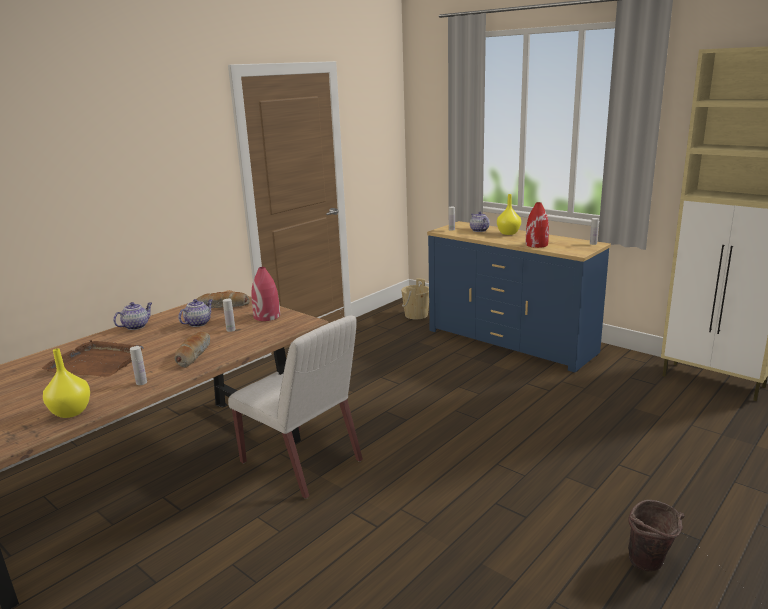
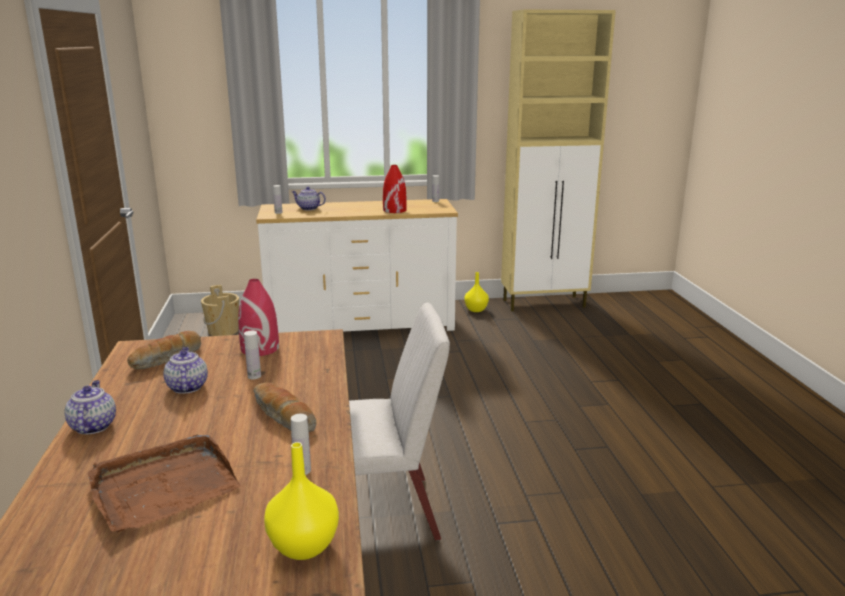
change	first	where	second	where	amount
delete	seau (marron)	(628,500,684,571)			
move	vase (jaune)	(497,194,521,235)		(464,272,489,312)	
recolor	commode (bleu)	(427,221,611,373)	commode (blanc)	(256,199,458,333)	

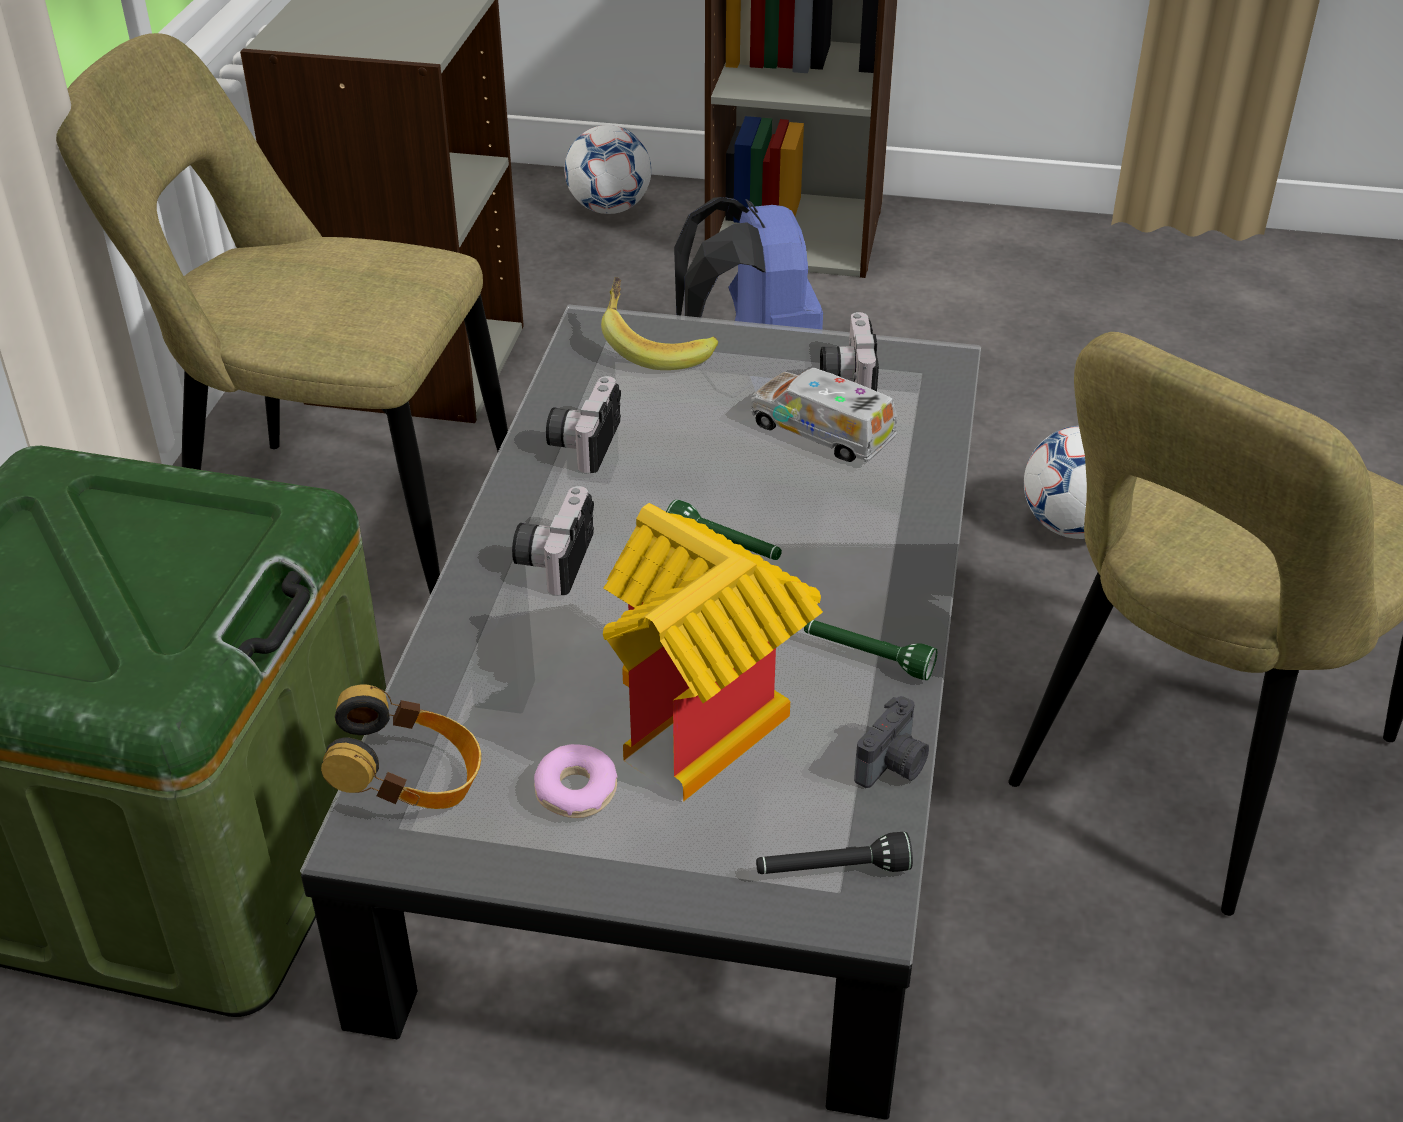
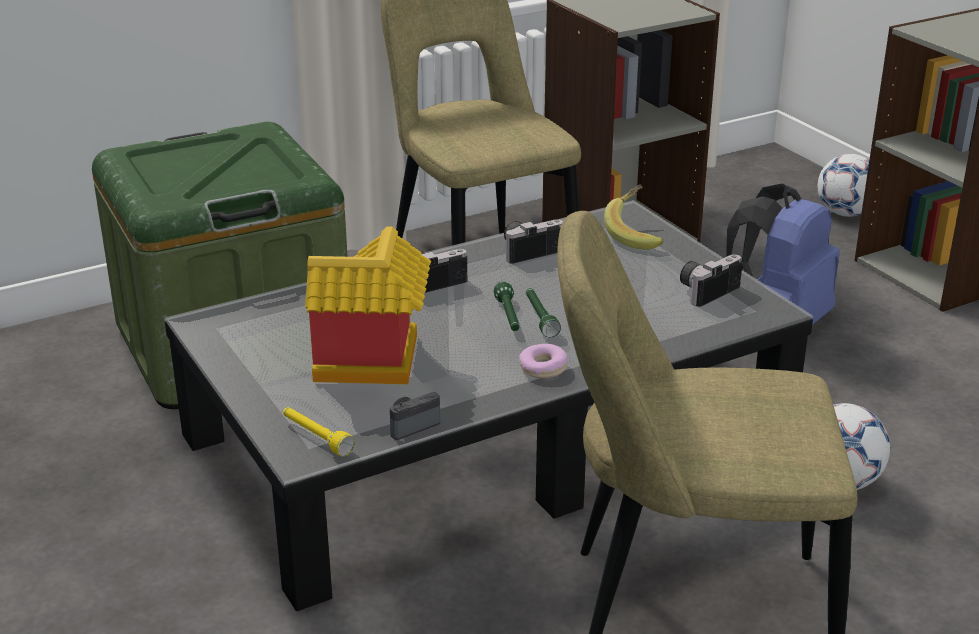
change	first	where	second	where	amount
delete	casque audio	(321,684,481,809)			
delete	camion jouet	(751,368,897,462)			
move	beignet	(534,744,617,818)		(519,344,568,378)	
move	lampe de poche (vert)	(804,620,938,680)		(526,288,561,337)	
recolor	lampe de poche (noir)	(756,832,913,874)	lampe de poche (jaune)	(283,407,355,457)	
rotate	appareil photo	(854,696,929,788)		(390,392,440,440)	150 degrees clockwise

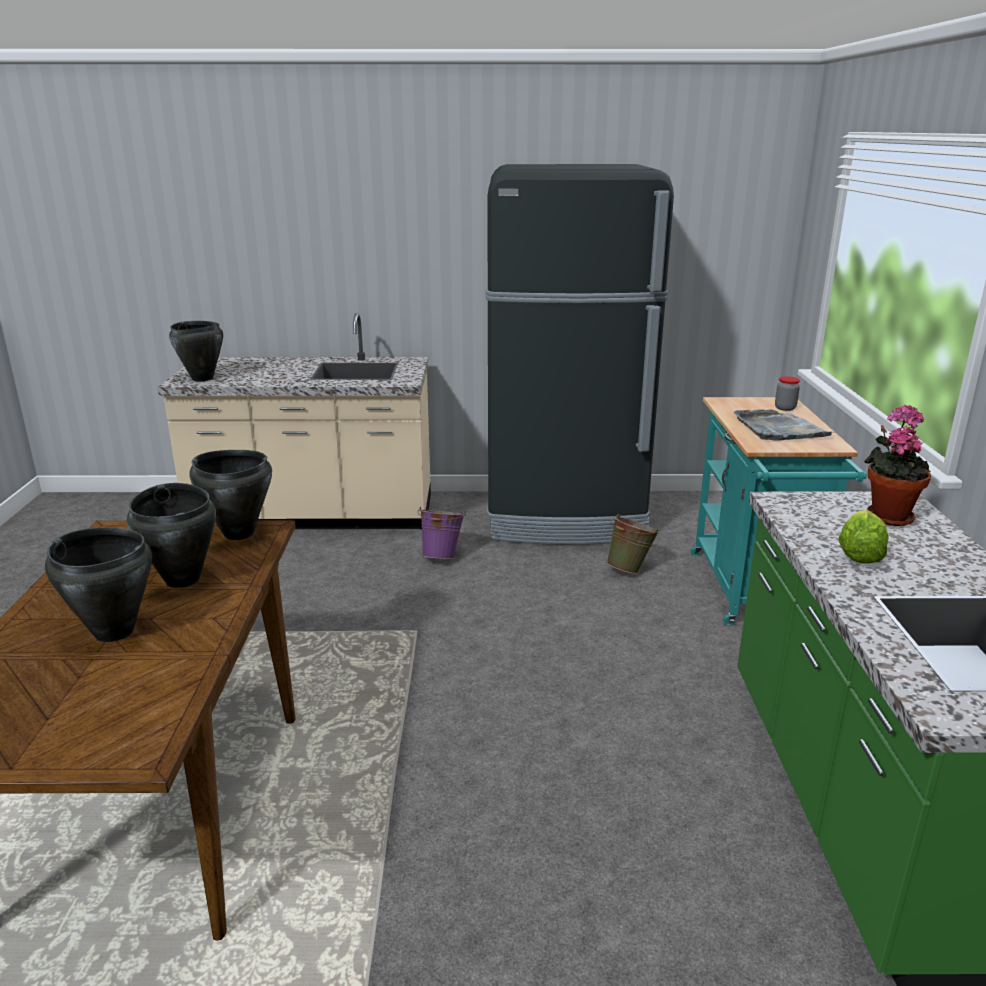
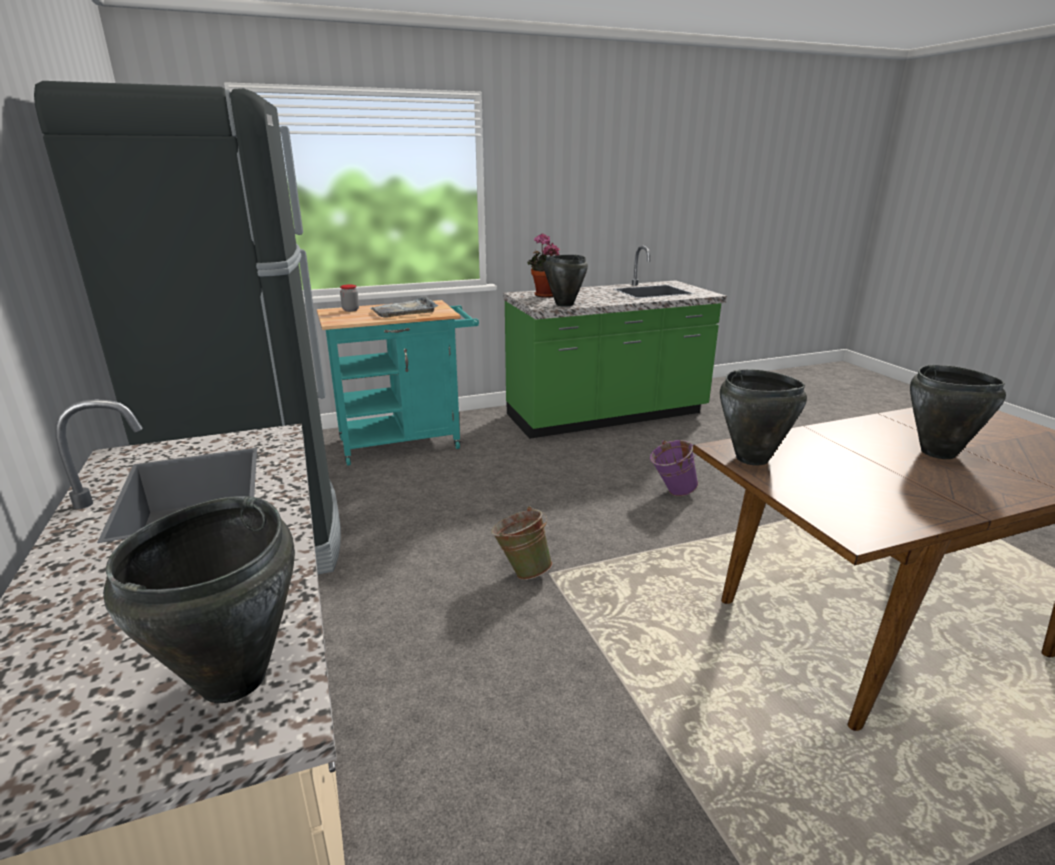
change	first	where	second	where	amount
delete	laitue	(839,510,888,563)			
move	marmite (noir)	(127,483,216,588)		(544,255,588,307)	
move	seau (violet)	(418,507,466,559)		(650,440,699,496)	
move	seau (vert)	(607,514,659,574)		(491,506,553,580)	

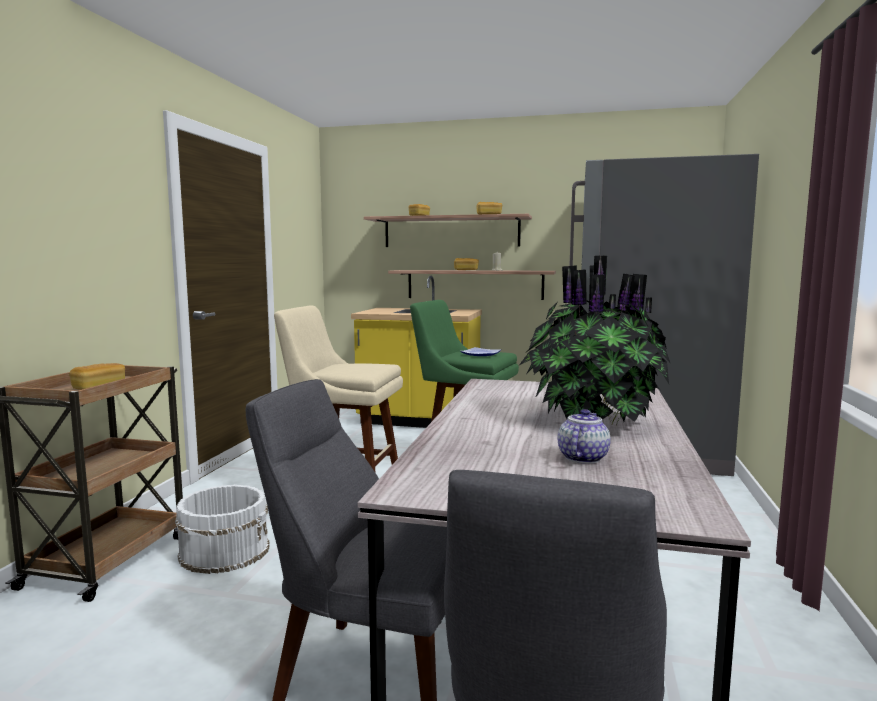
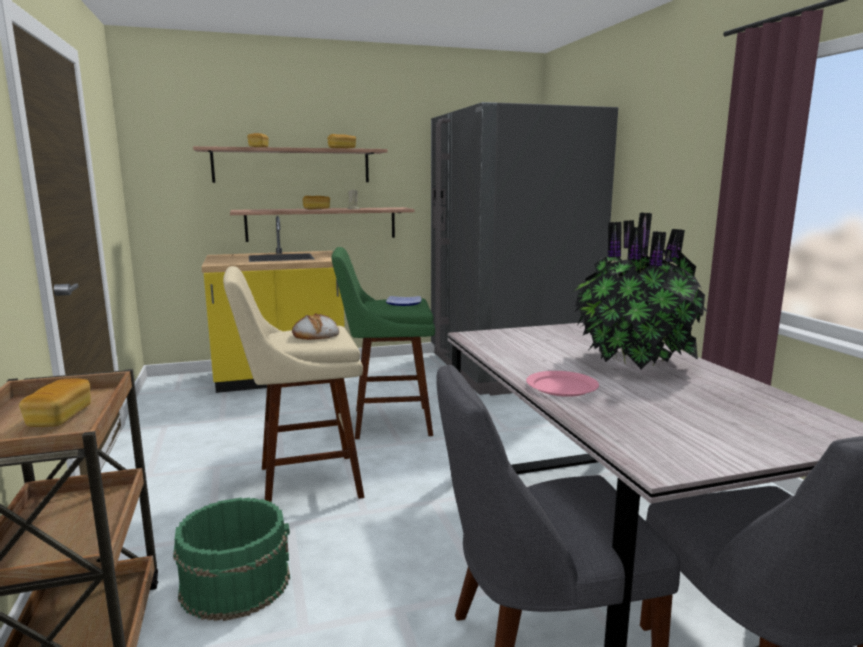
change	first	where	second	where	amount
delete	théière	(558,409,611,464)			
insert			pain	(292,313,339,340)	
insert			assiette (rose)	(526,371,599,397)	
recolor	seau (blanc)	(175,485,269,574)	seau (vert)	(173,497,290,621)	

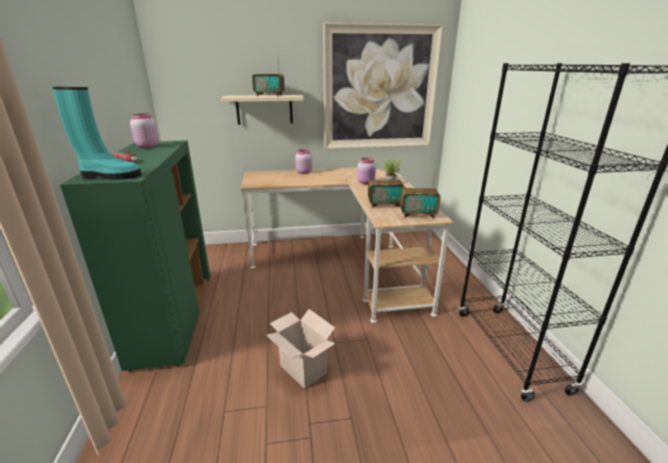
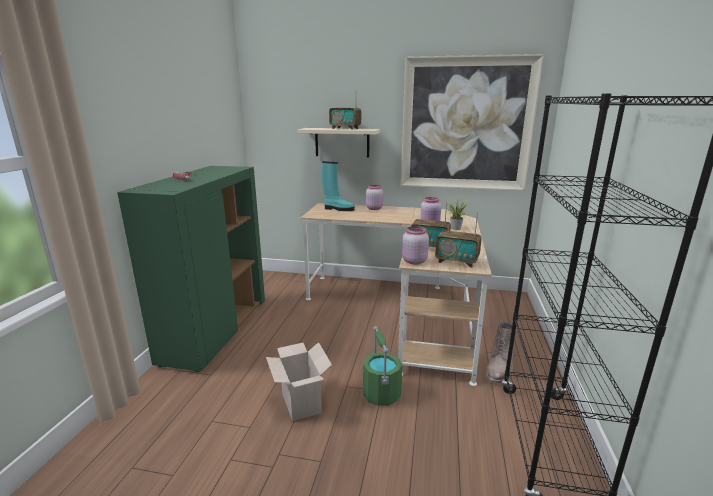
change	first	where	second	where	amount
insert			seau (vert)	(363,326,403,406)	
insert			botte (marron)	(486,322,514,383)	
move	botte (turquoise)	(52,87,142,180)		(322,161,354,211)	
move	bocal (rose)	(130,114,159,148)		(402,226,429,265)	

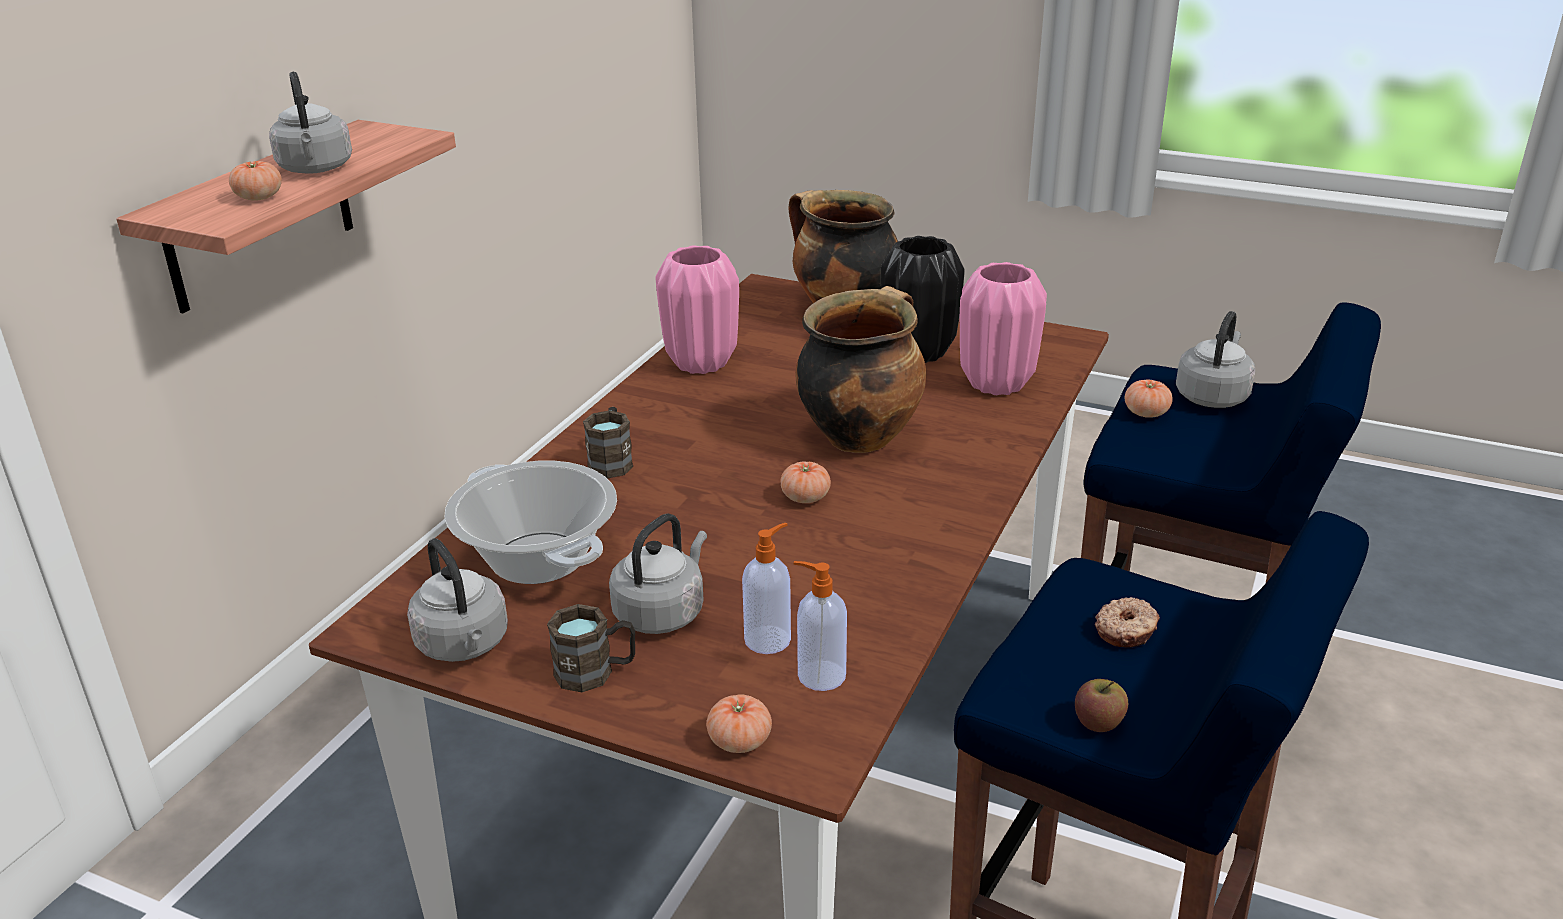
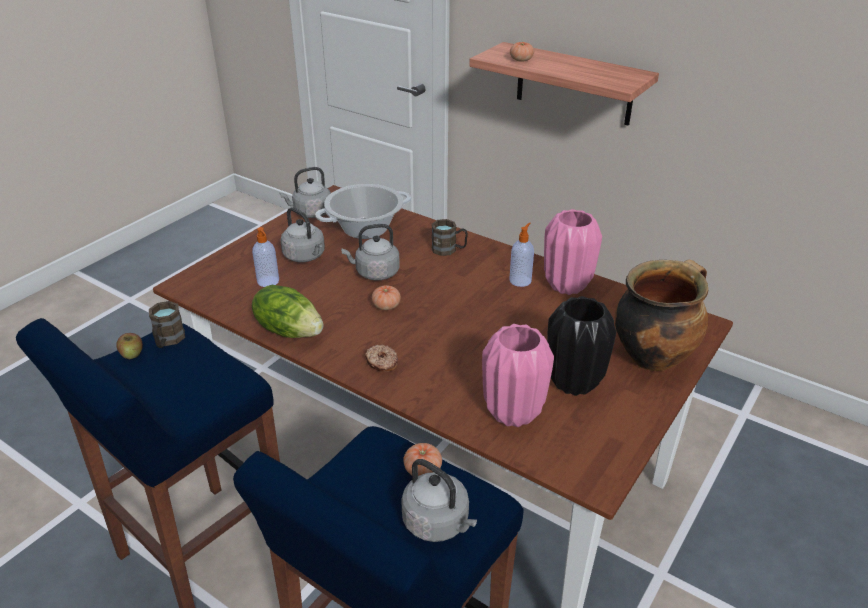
change	first	where	second	where	amount
delete	tomate	(706,694,772,753)			
delete	marmite	(795,286,926,453)			
insert			laitue	(252,285,323,338)	
move	bouilloire (gris)	(269,72,352,174)		(341,224,400,280)	
move	mug (marron)	(547,604,635,692)		(149,301,185,348)	
move	distributeur de savon	(793,561,847,691)		(509,223,534,287)	
move	beignet	(1095,597,1160,648)		(365,345,398,372)	

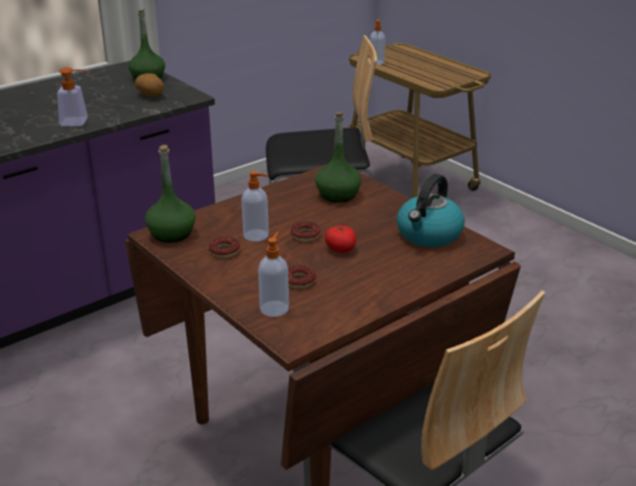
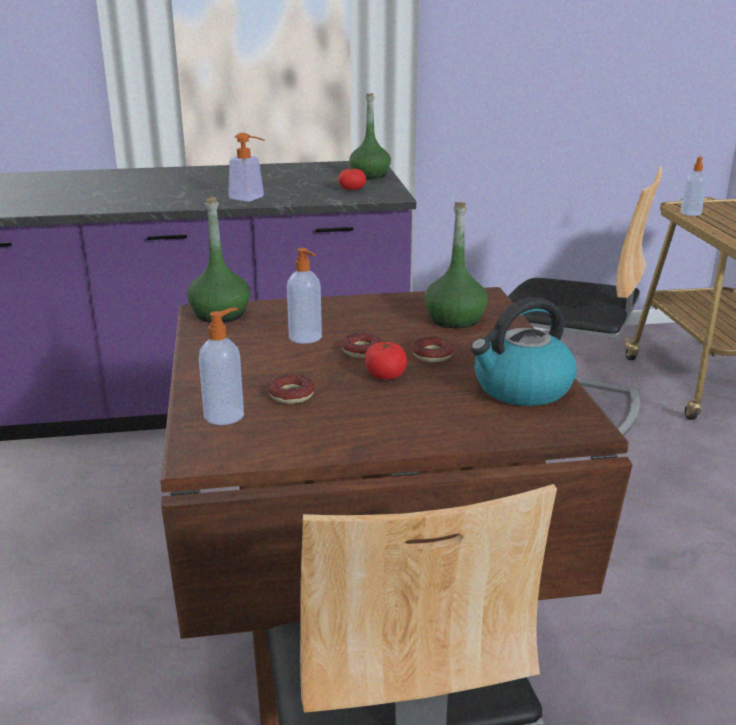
change	first	where	second	where	amount
move	beignet	(209,237,240,258)		(412,337,454,362)	
replace	pomme de terre	(135,73,164,97)	tomate	(338,168,366,190)	

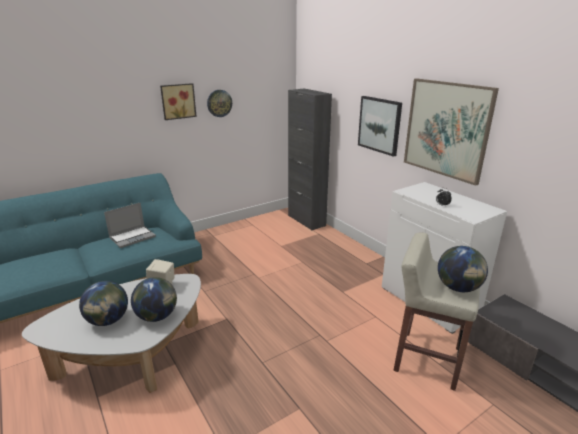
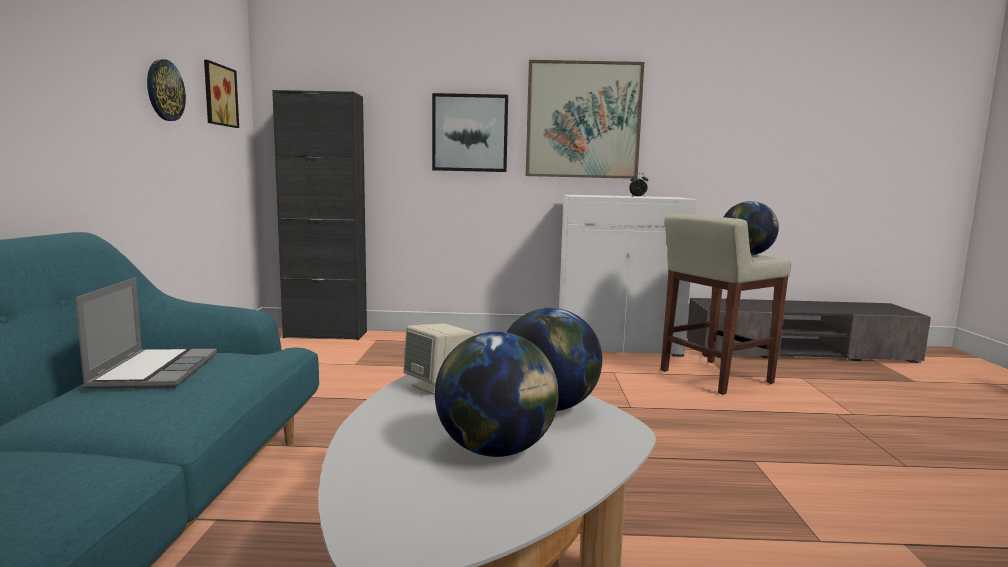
change	first	where	second	where	amount
move	tableau	(160,83,197,120)		(204,60,239,128)	

